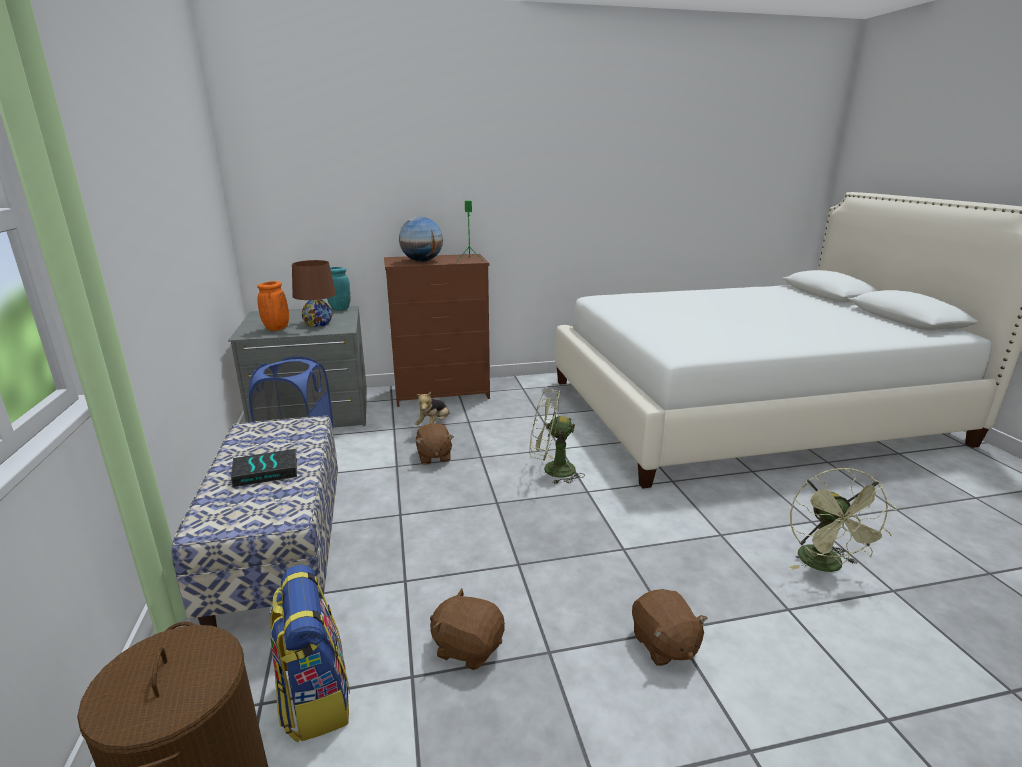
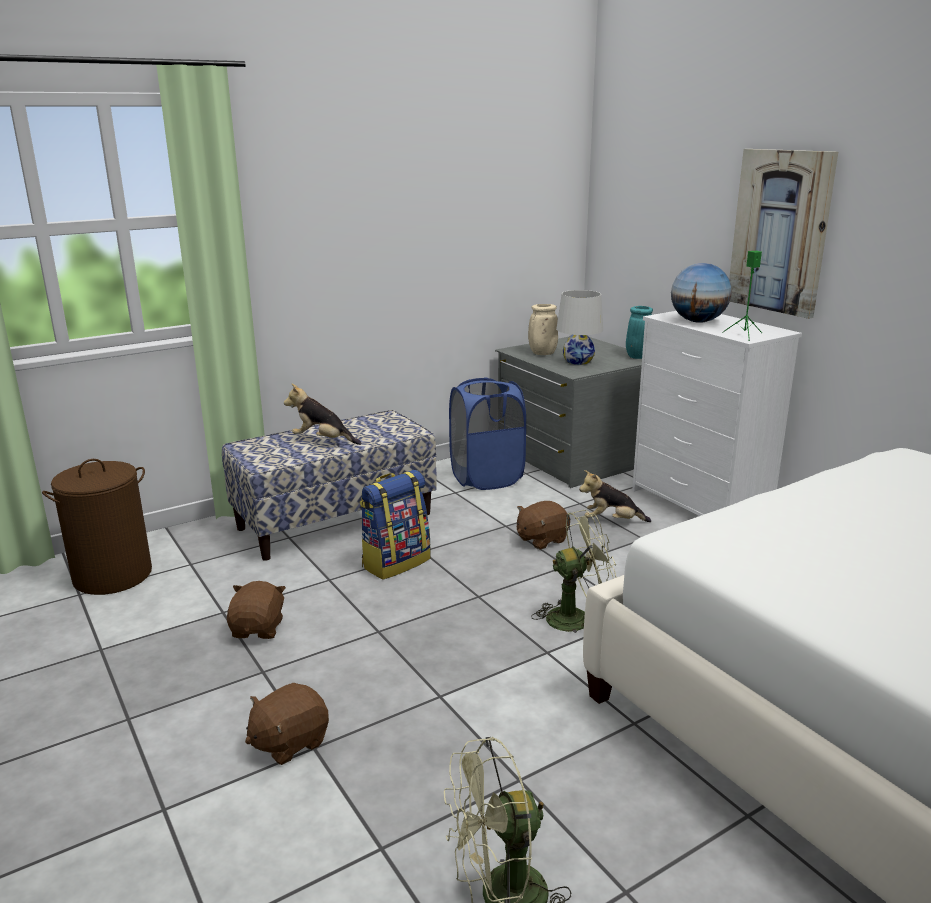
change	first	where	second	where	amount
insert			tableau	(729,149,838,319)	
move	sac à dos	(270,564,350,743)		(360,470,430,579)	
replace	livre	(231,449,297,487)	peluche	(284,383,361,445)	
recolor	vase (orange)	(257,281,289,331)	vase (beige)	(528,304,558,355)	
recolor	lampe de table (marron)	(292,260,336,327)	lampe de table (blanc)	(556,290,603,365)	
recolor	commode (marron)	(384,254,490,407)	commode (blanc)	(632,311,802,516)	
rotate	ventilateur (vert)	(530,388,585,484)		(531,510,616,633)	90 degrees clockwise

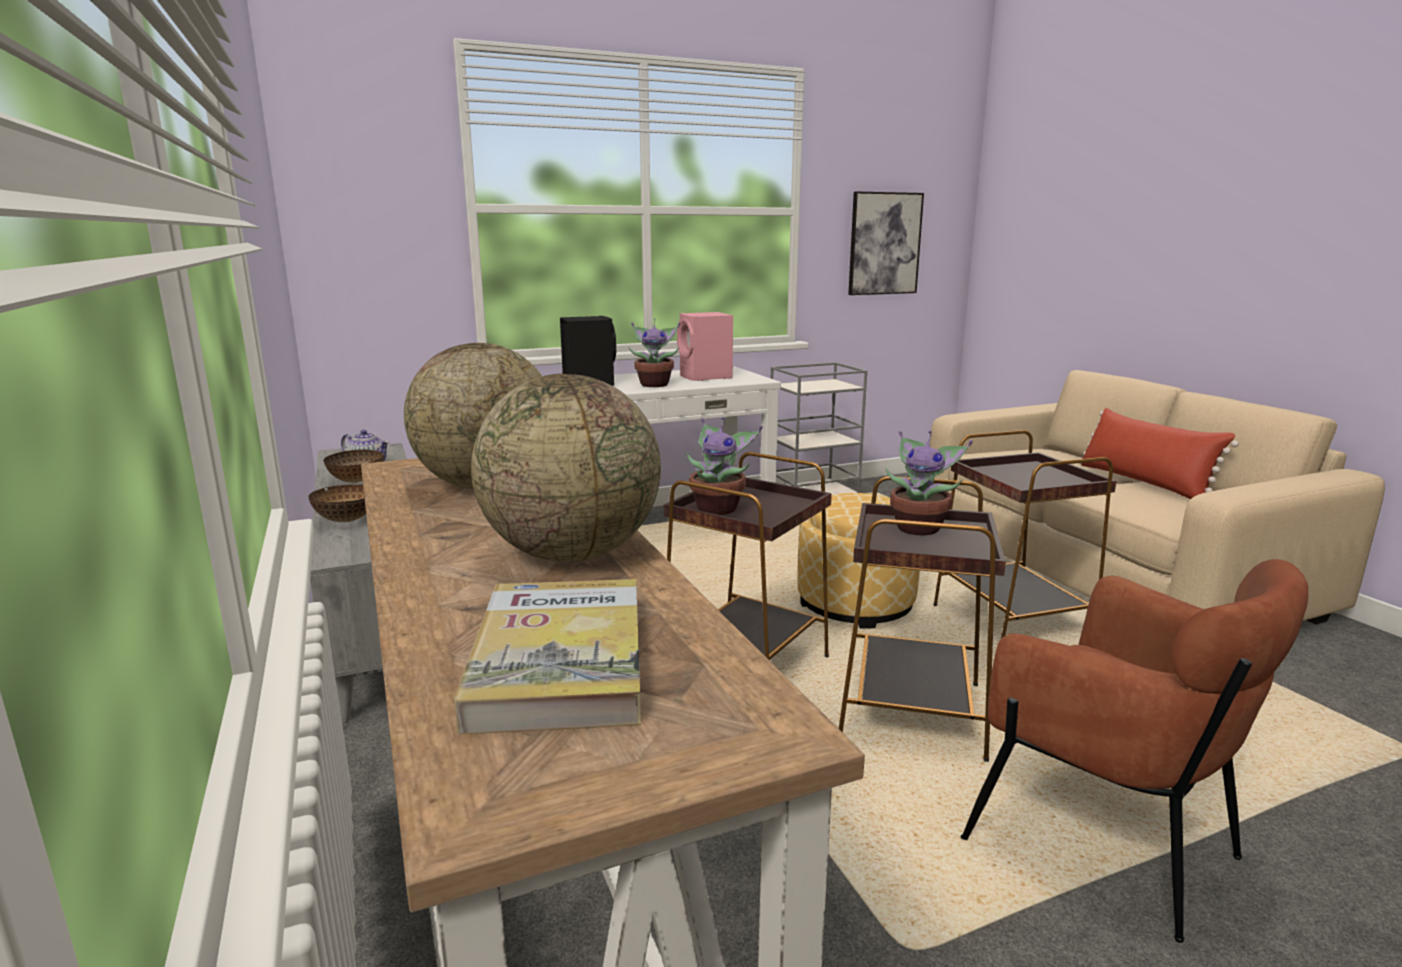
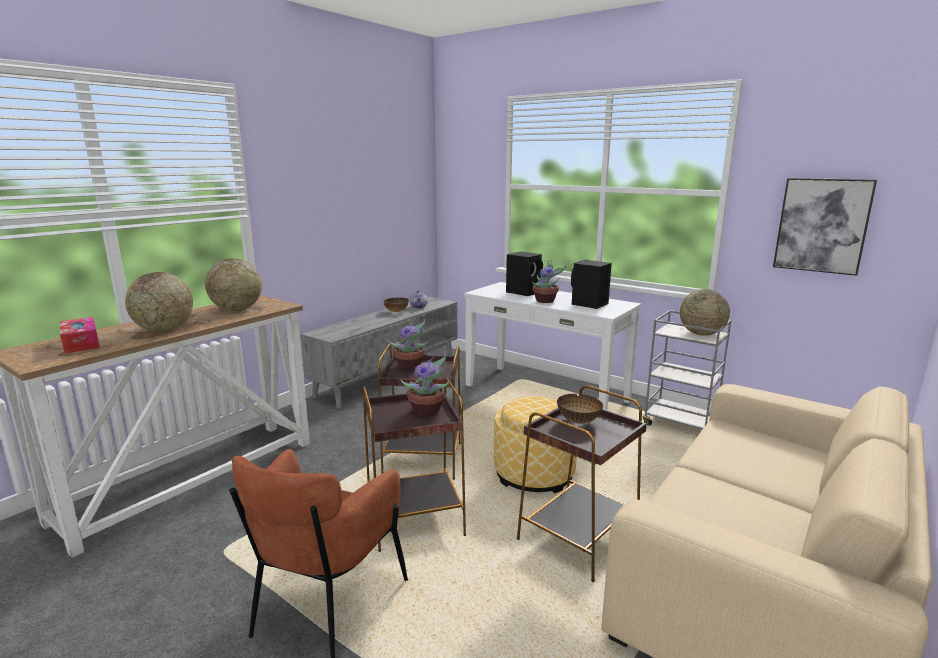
change	first	where	second	where	amount
delete	coussin (rouge)	(1079,408,1239,499)			
insert			globe	(680,289,730,336)	
move	bol	(308,484,366,522)		(557,394,603,424)	
replace	livre	(454,579,641,735)	boîte à mouchoirs	(60,317,100,354)	
recolor	enceinte (rose)	(677,312,733,381)	enceinte (noir)	(571,260,612,309)	

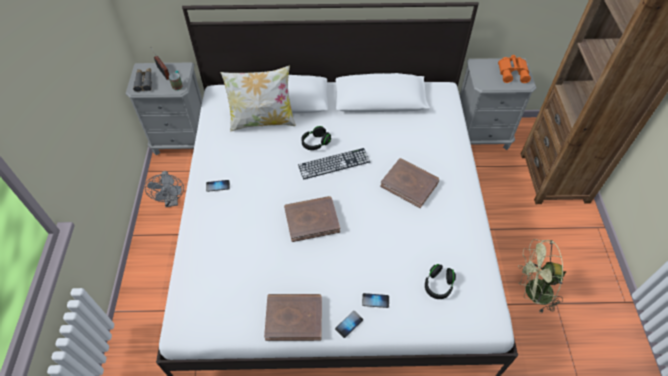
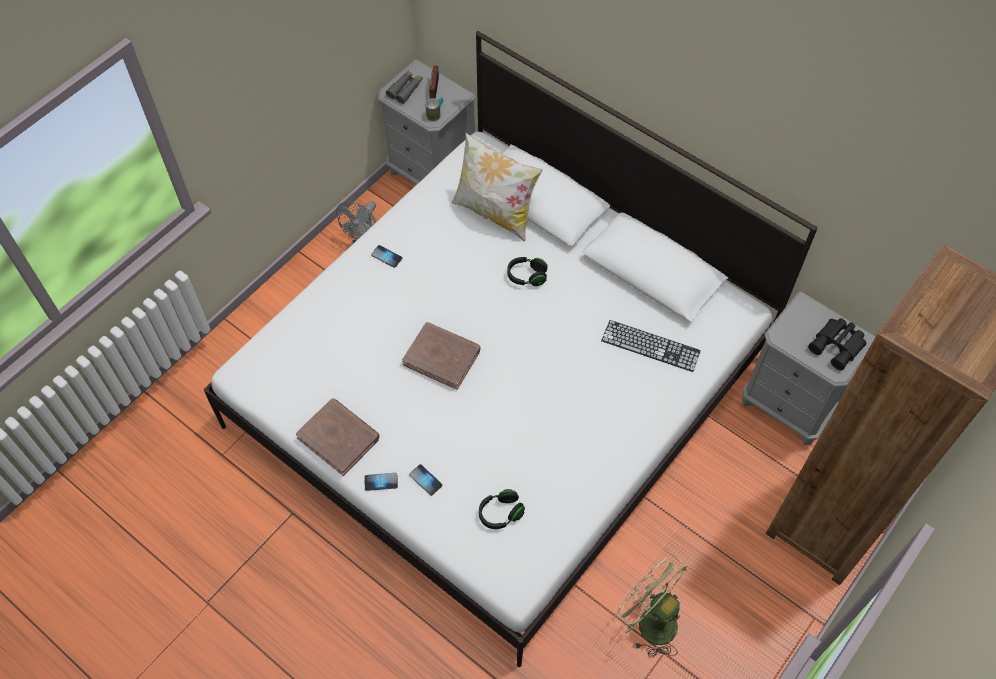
change	first	where	second	where	amount
delete	livre (marron)	(380,158,439,208)			
move	clavier	(298,148,371,180)		(601,320,701,372)	
recolor	jumelles (orange)	(498,55,531,83)	jumelles (noir)	(808,318,866,371)	

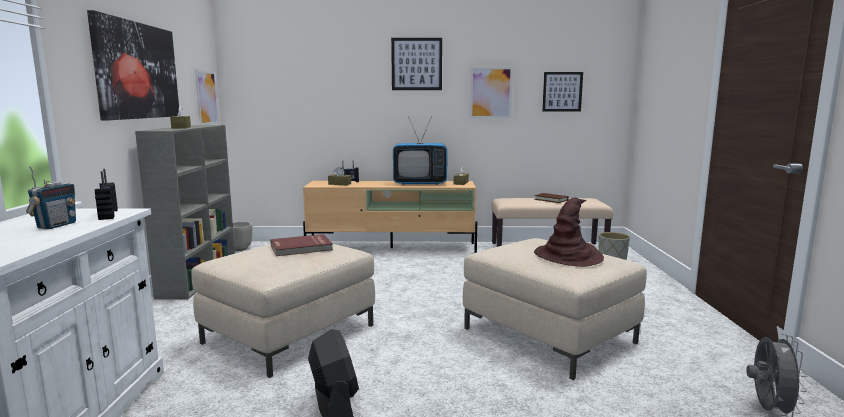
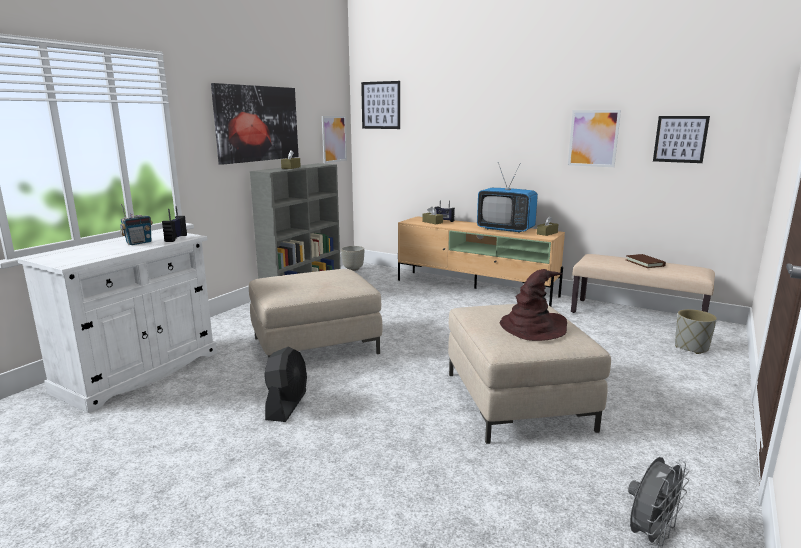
change	first	where	second	where	amount
delete	livre (rouge)	(271,234,333,256)			
move	tableau	(391,38,442,90)		(361,81,400,129)	

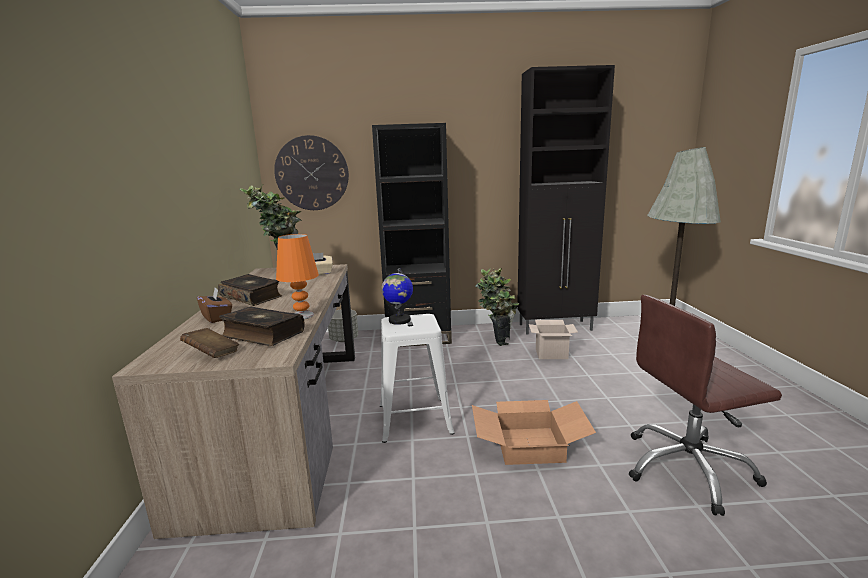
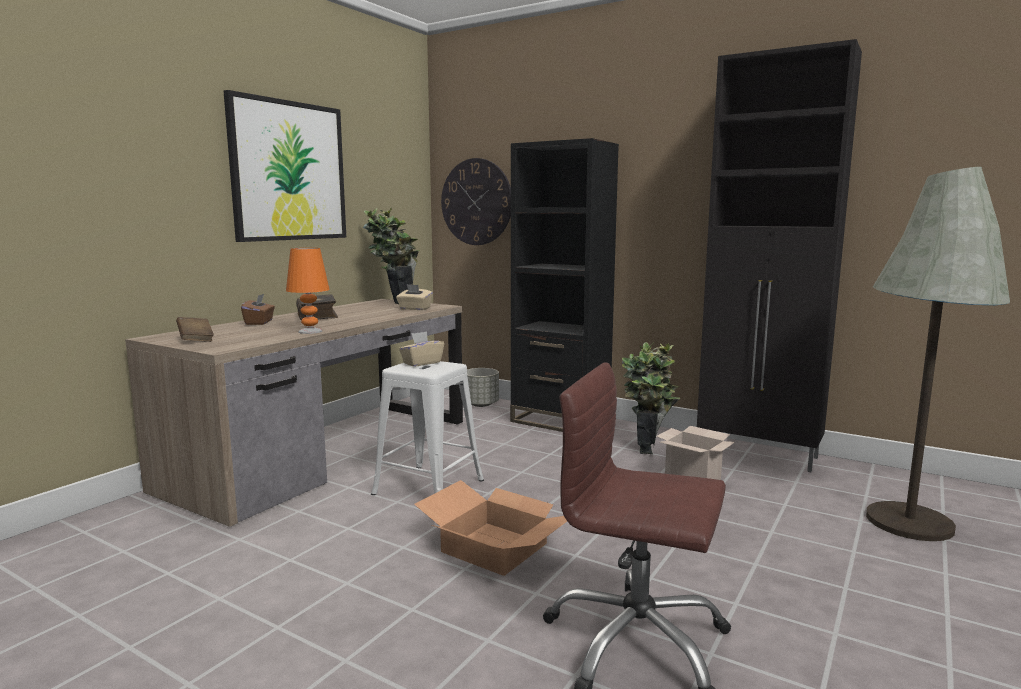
change	first	where	second	where	amount
delete	livre	(219,306,305,346)			
insert			tableau	(224,90,346,242)	
replace	globe	(382,268,413,325)	boîte à mouchoirs (beige)	(399,331,444,367)	

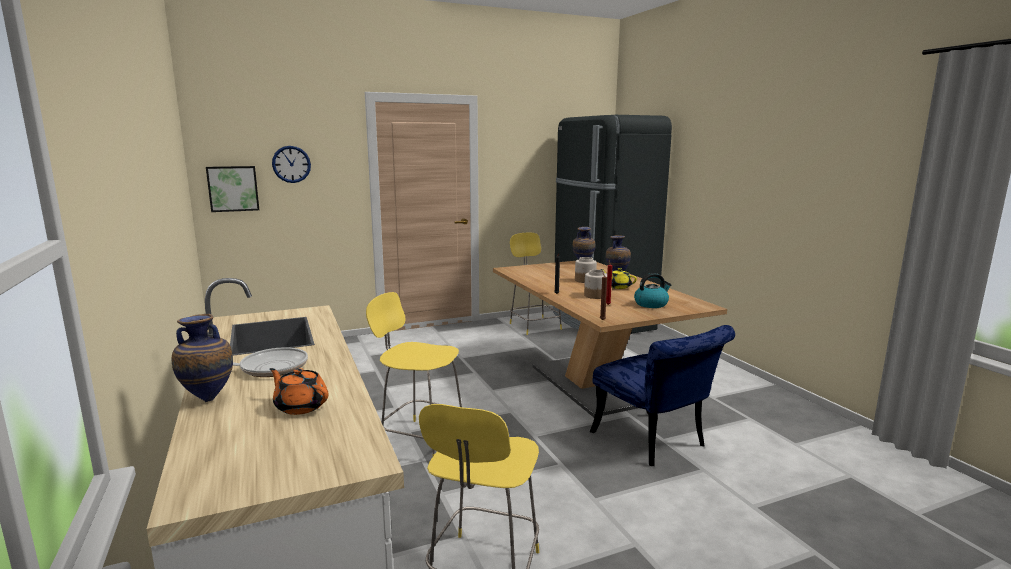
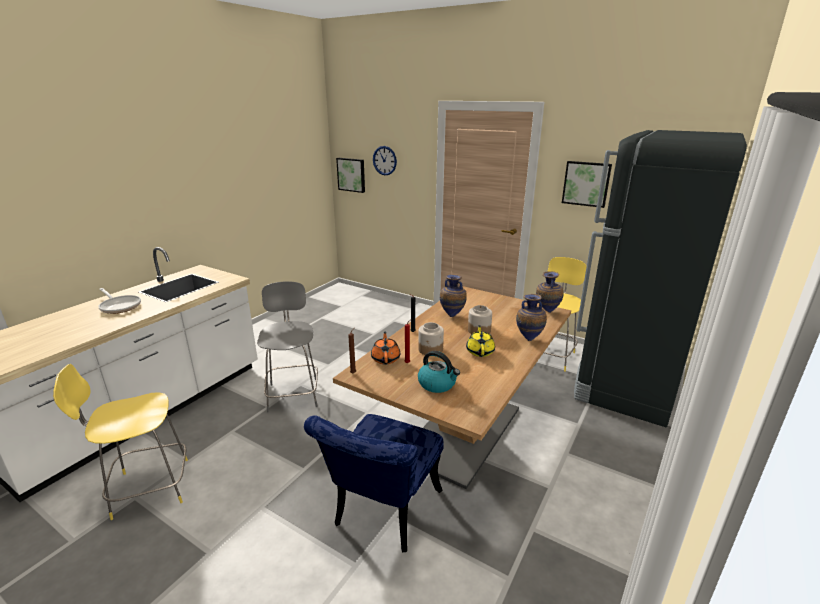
change	first	where	second	where	amount
insert			tableau	(562,161,612,208)	
move	vase	(171,314,233,402)		(440,275,467,317)	
move	théière (orange)	(269,368,328,415)		(371,332,400,364)	
recolor	tabouret (jaune)	(366,292,462,456)	tabouret (gris)	(257,281,318,413)	

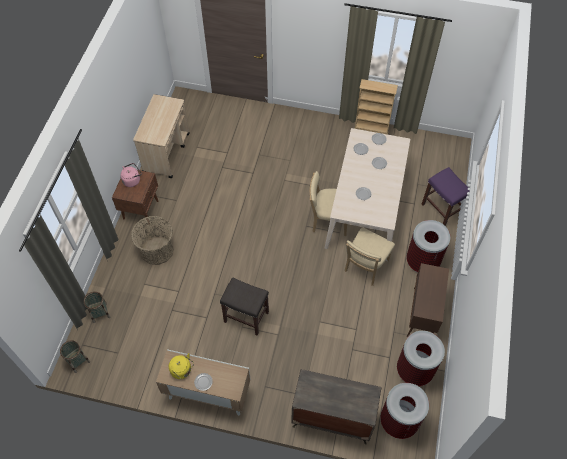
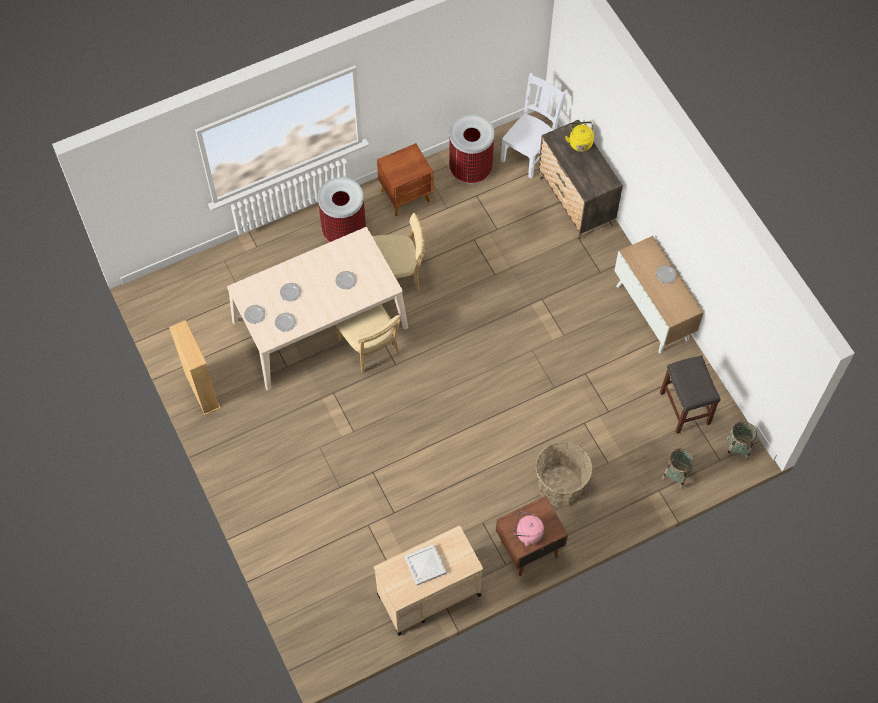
change	first	where	second	where	amount
delete	tabouret (violet)	(421,167,470,226)			
insert			plateau (blanc)	(404,544,446,585)	
move	bouilloire (jaune)	(169,353,194,379)		(565,121,594,152)	
move	tabouret (gris)	(220,277,269,336)		(660,355,721,434)	
replace	poubelle	(380,383,429,439)	chaise (blanc)	(500,73,566,179)	
replace	meuble de rangement (marron)	(407,263,449,337)	table de chevet (marron)	(377,143,434,216)	

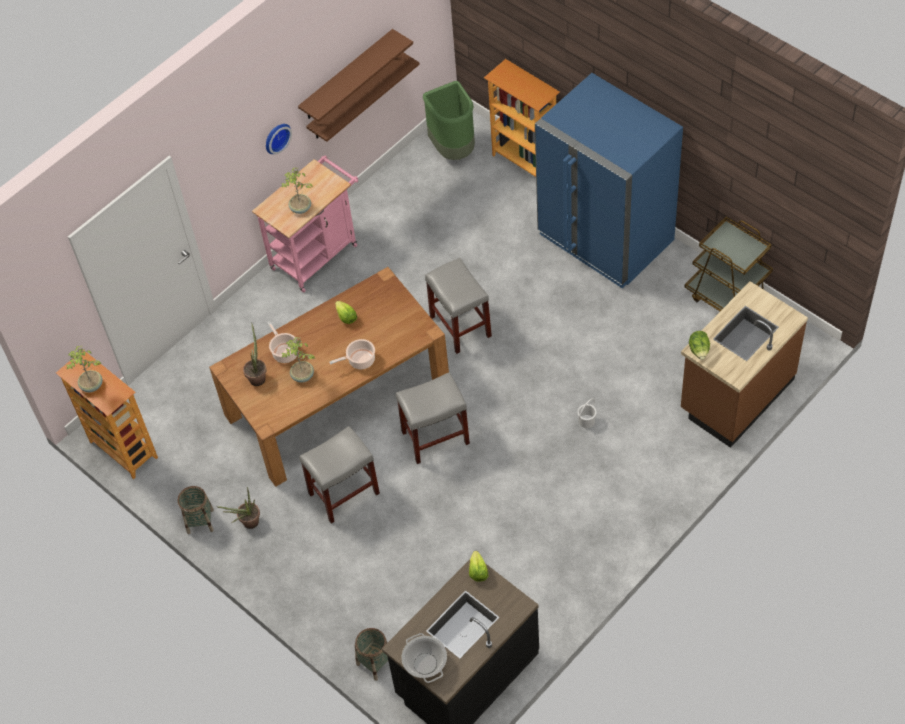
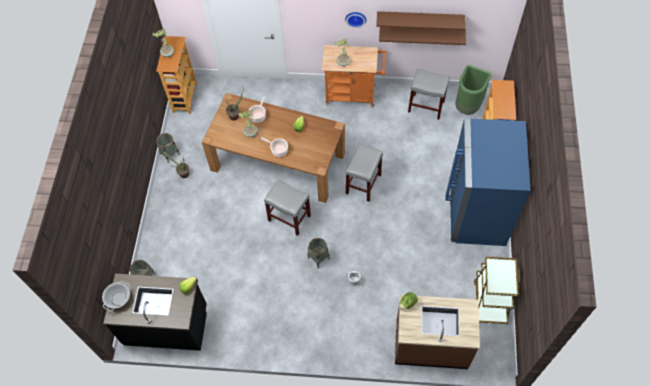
change	first	where	second	where	amount
insert			panier	(307,238,330,268)	
move	tabouret (gris)	(299,426,380,524)		(408,69,450,120)	
recolor	chariot (rose)	(252,156,358,292)	chariot (orange)	(322,45,386,108)	

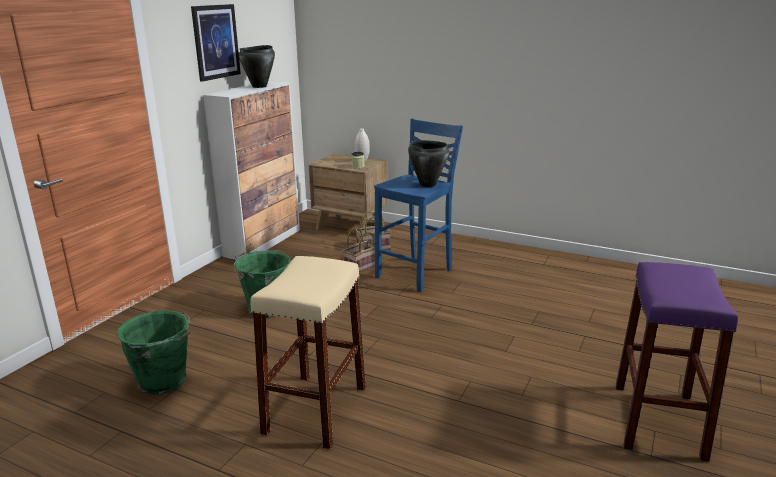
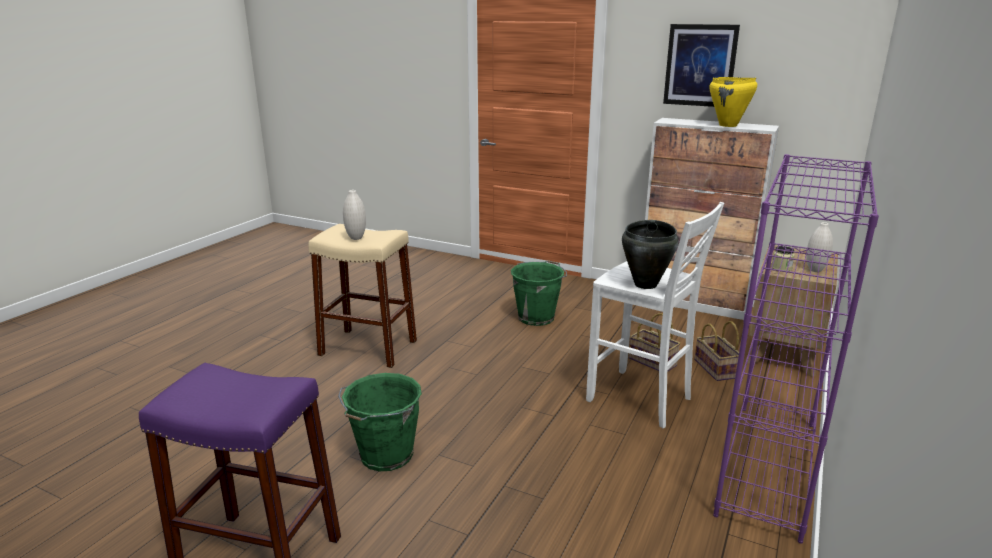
change	first	where	second	where	amount
insert			vase (blanc)	(343,190,366,240)	
insert			bibliothèque (violet)	(713,154,879,544)	
move	seau (vert)	(117,310,190,395)		(338,373,422,471)	
recolor	marmite (noir)	(238,45,275,88)	marmite (jaune)	(710,77,757,127)	
recolor	tabouret (bleu)	(374,119,463,292)	tabouret (blanc)	(586,202,724,428)	

